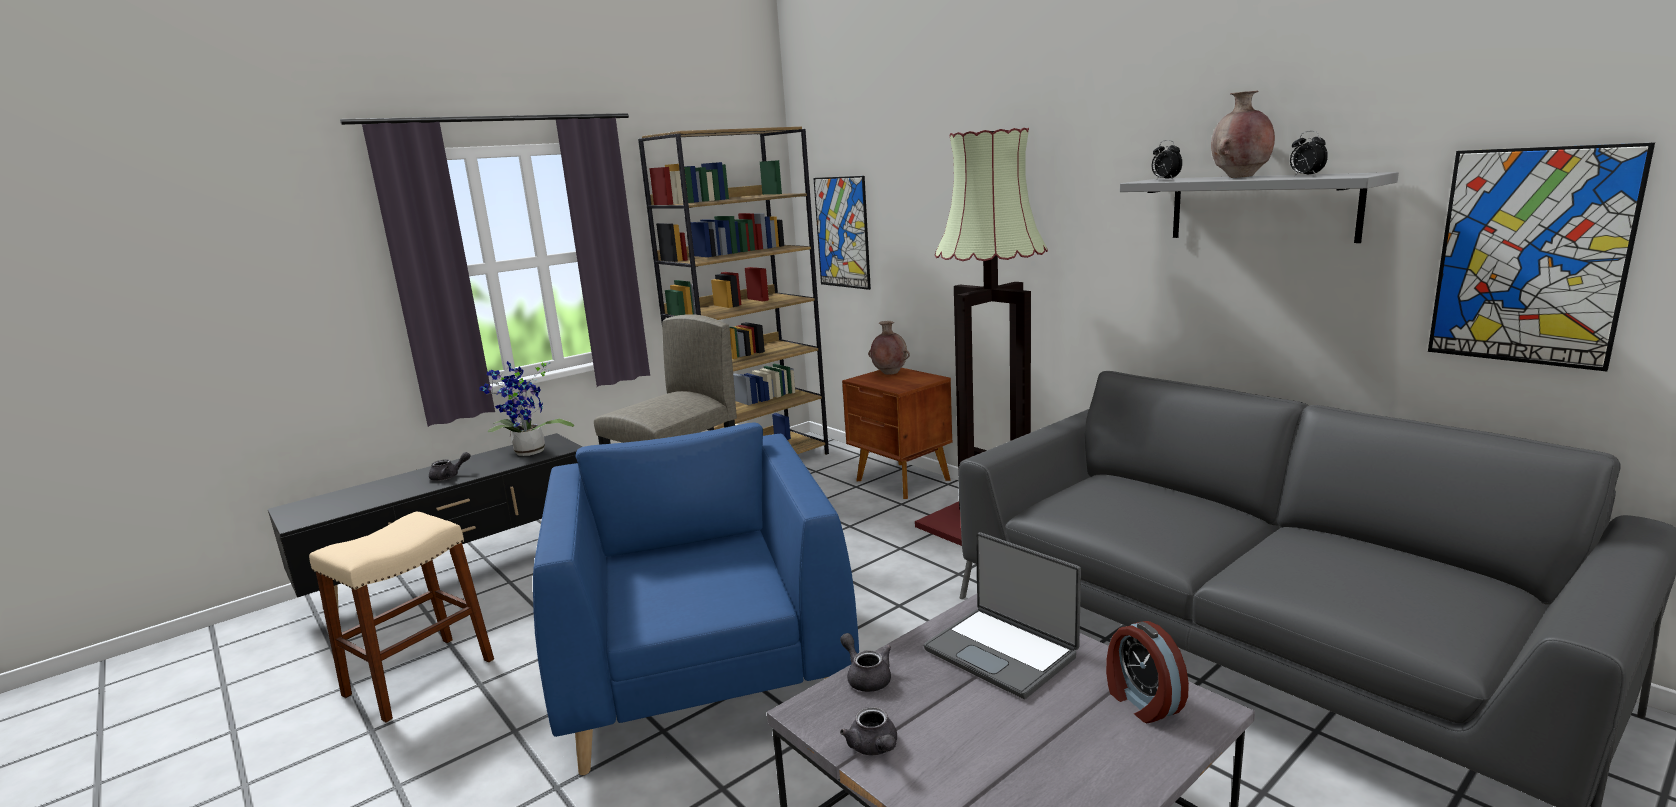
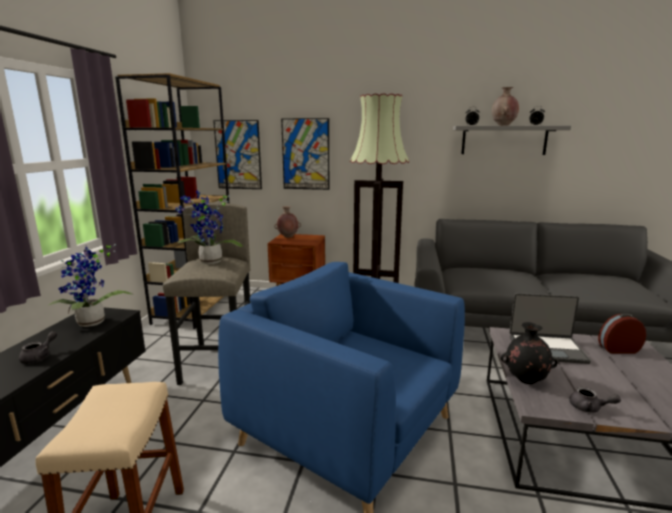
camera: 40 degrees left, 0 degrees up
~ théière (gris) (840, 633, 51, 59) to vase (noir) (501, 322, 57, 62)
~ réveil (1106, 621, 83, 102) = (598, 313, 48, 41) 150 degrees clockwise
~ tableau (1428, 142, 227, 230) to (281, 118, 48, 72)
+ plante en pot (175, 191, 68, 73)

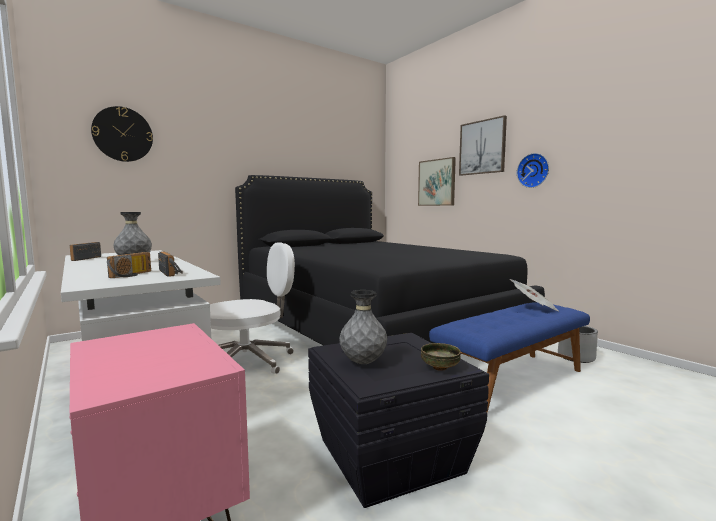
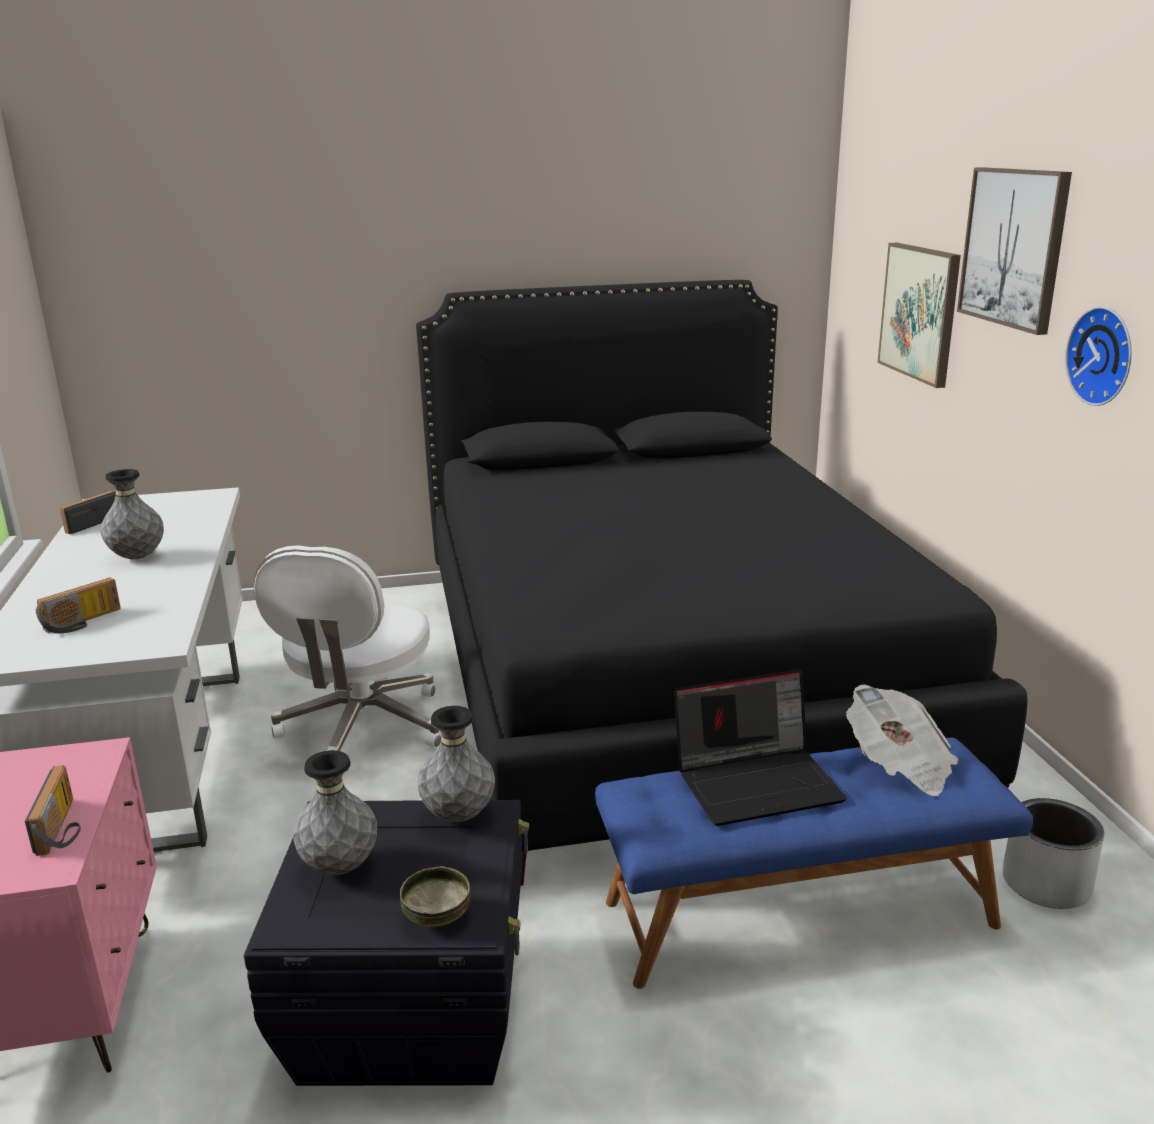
camera: 25 degrees right, 15 degrees up
- horloge murale (91, 106, 62, 56)
~ radio (158, 251, 25, 26) to (25, 765, 56, 91)
~ chaise de bureau (blanc) (210, 242, 85, 132) = (253, 545, 188, 206) 105 degrees clockwise
+ vase (gris) (417, 706, 78, 116)
+ ordinateur portable (674, 669, 173, 157)

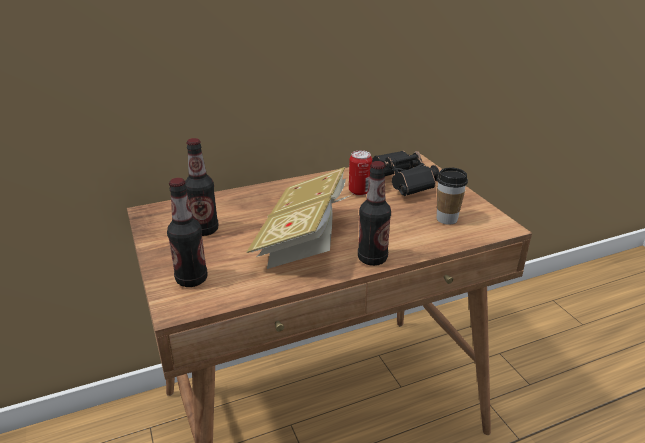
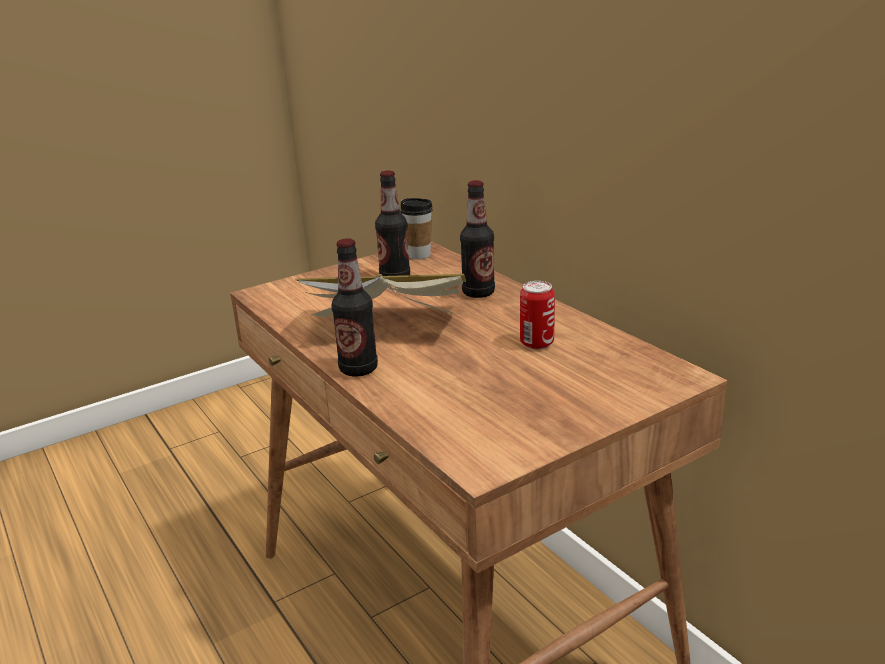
camera: 80 degrees right, 5 degrees down
~ bouteille (167, 178, 40, 109) to (460, 180, 35, 118)
- jumelles (noir) (372, 151, 67, 45)
~ tasse (437, 168, 31, 57) to (400, 198, 33, 61)

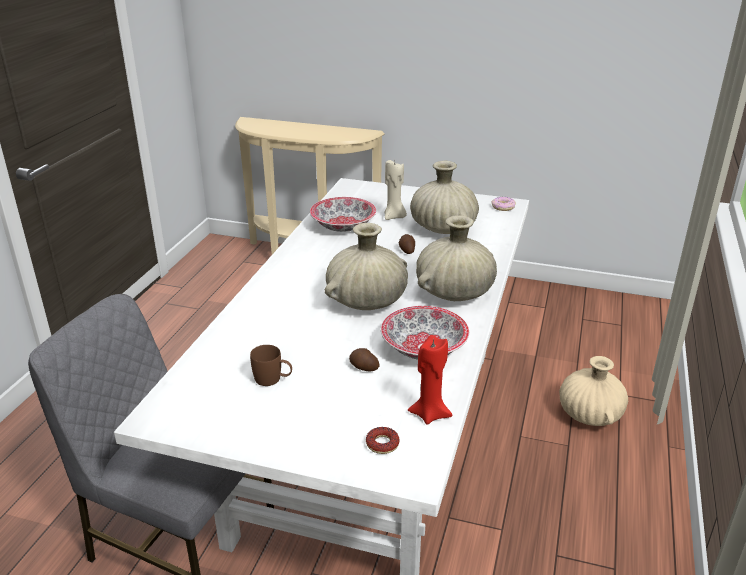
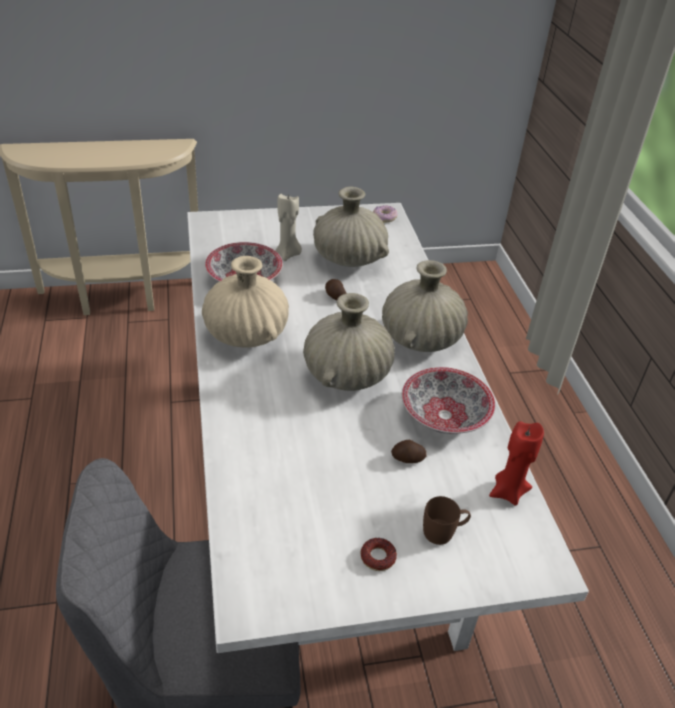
camera: 30 degrees left, 10 degrees up
~ mug (marron) (250, 345, 42, 41) to (423, 496, 48, 49)
~ beignet (366, 427, 33, 27) to (361, 538, 36, 33)
~ vase (beige) (559, 356, 69, 70) to (202, 256, 87, 92)

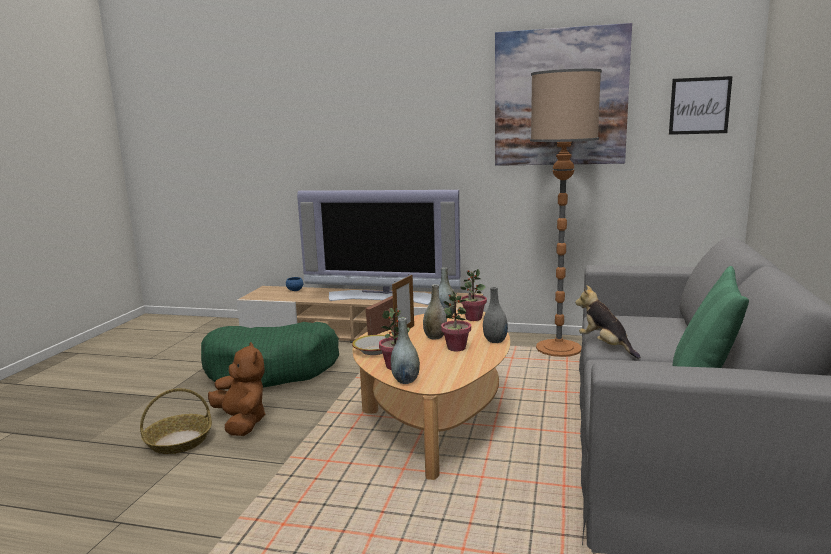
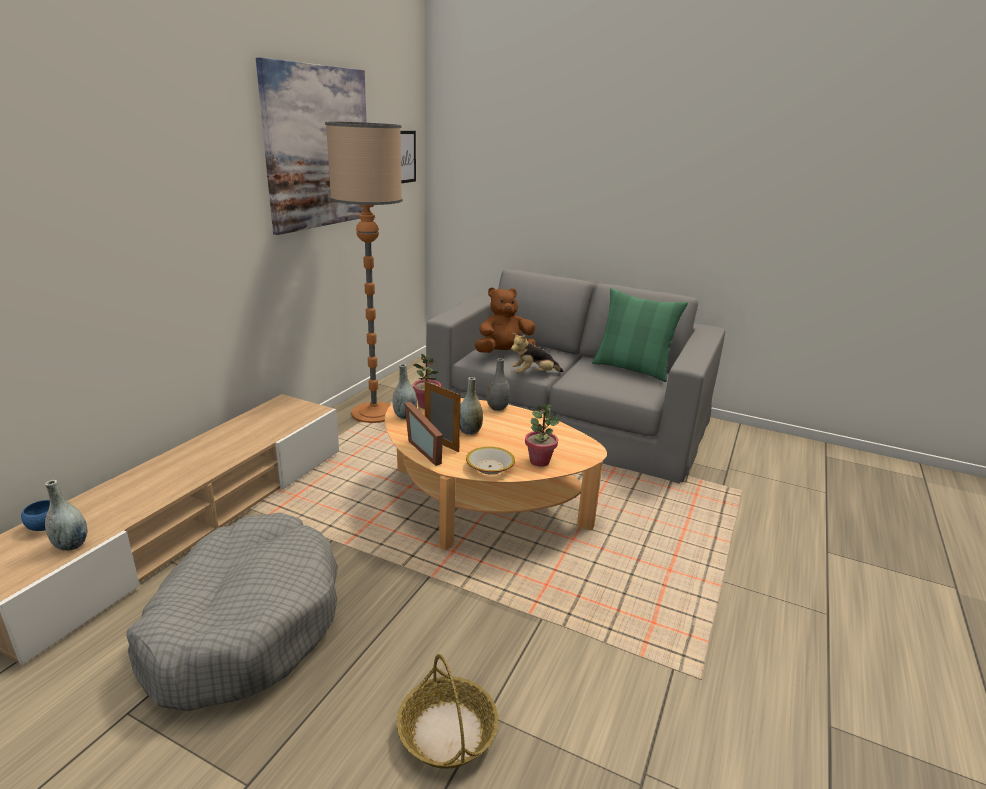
camera: 80 degrees left, 10 degrees up
~ panier pour chien (vert) (201, 322, 138, 65) to panier pour chien (gris) (126, 513, 212, 198)
~ peluche (marron) (208, 342, 58, 94) to (475, 287, 61, 66)
- téléviseur (297, 190, 164, 115)
~ vase (gris) (391, 318, 29, 66) to (45, 480, 43, 71)
- plante en pot (441, 291, 30, 60)

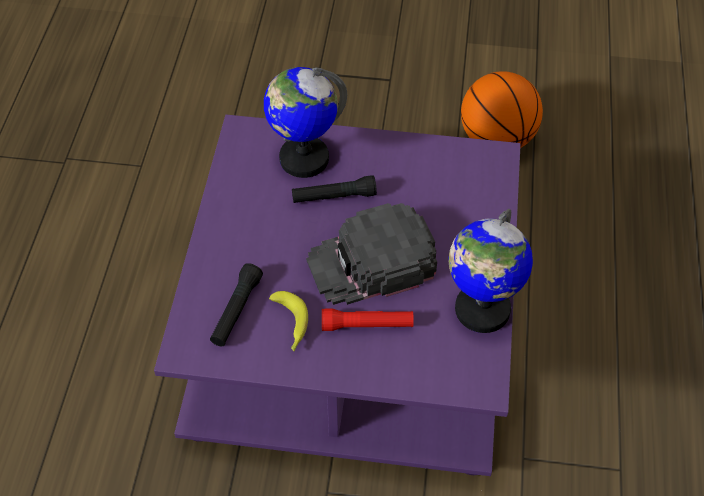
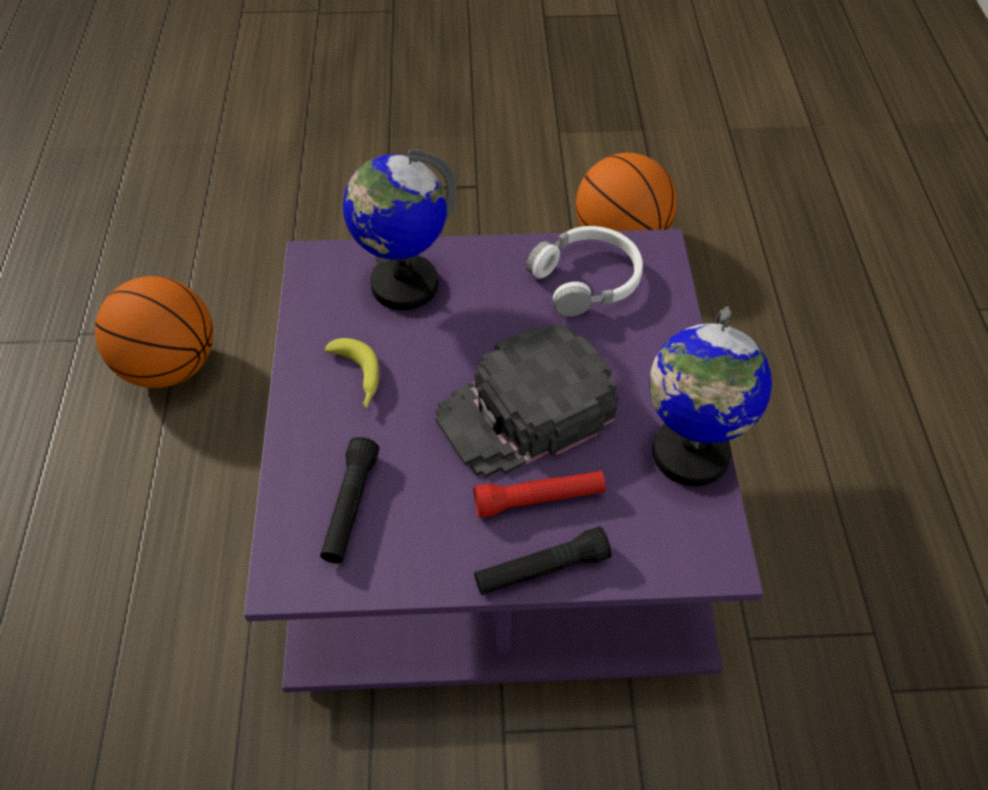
camera: 10 degrees left, 0 degrees up
~ banane (269, 291, 39, 60) to (324, 338, 56, 70)
~ lampe de poche (noir) (292, 175, 85, 28) to (474, 527, 138, 68)
+ ballon de basket (95, 276, 118, 112)
+ casque audio (blanc) (526, 226, 117, 90)

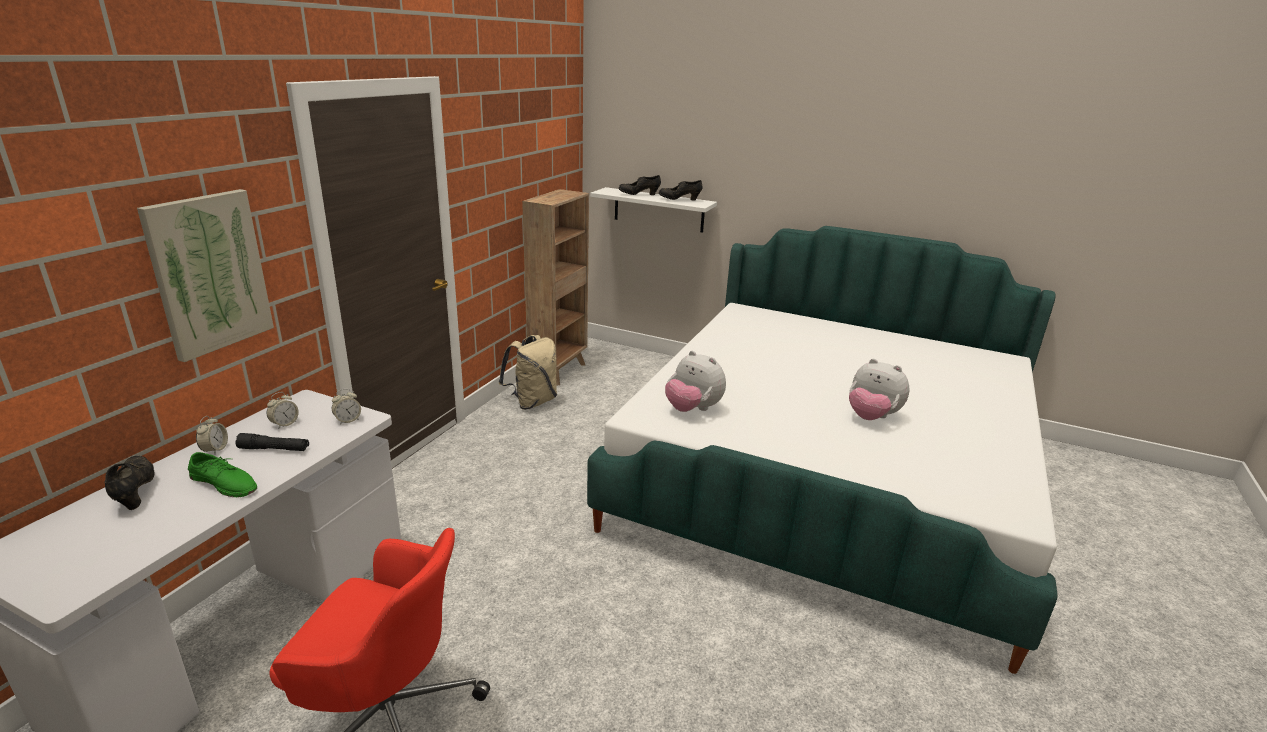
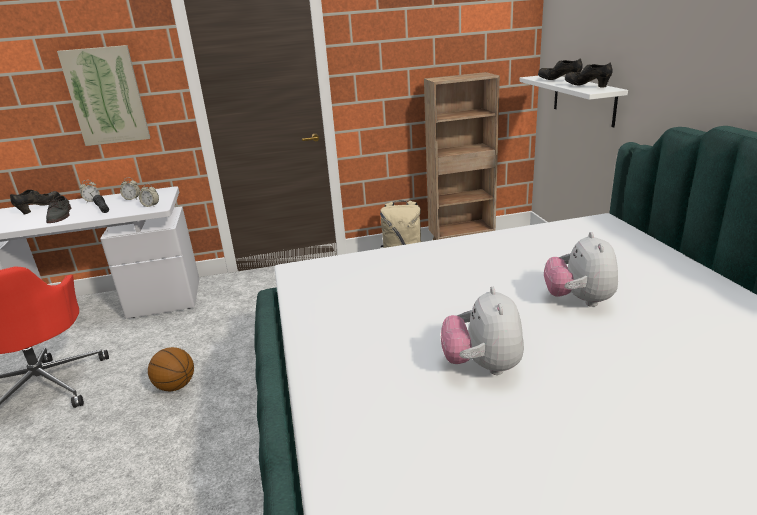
camera: 55 degrees right, 0 degrees up
~ chaussure (vert) (188, 452, 69, 45) to chaussure (gris) (46, 196, 25, 27)
~ peluche (665, 351, 61, 61) to (544, 232, 74, 75)
+ ballon de basket (148, 347, 46, 44)

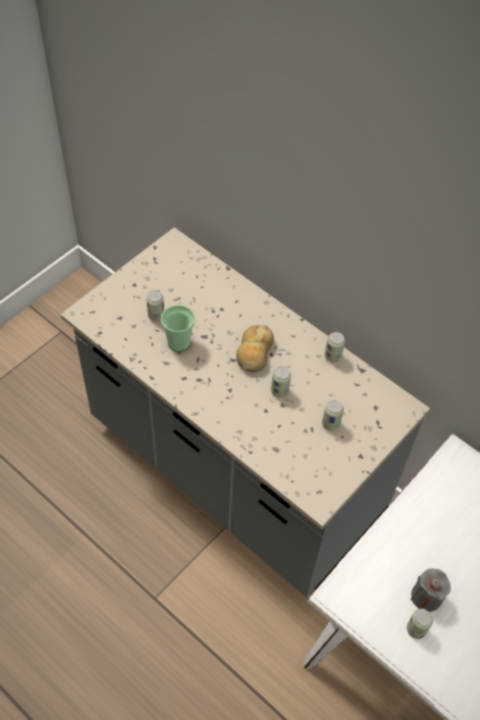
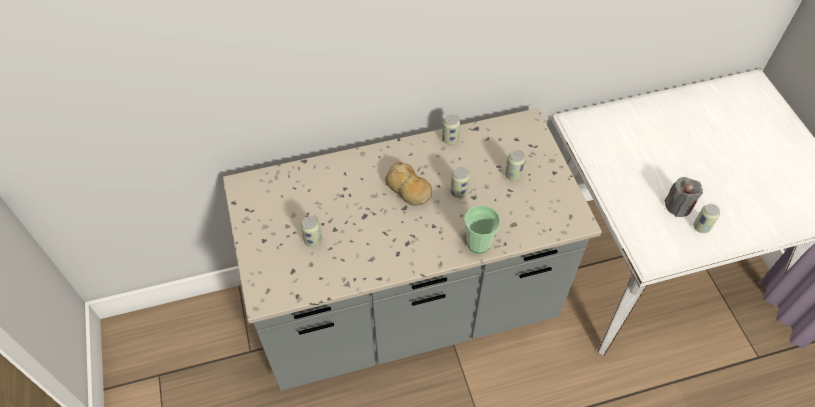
camera: 55 degrees left, 0 degrees up
~ tasse (161, 305, 34, 47) to (464, 205, 37, 49)

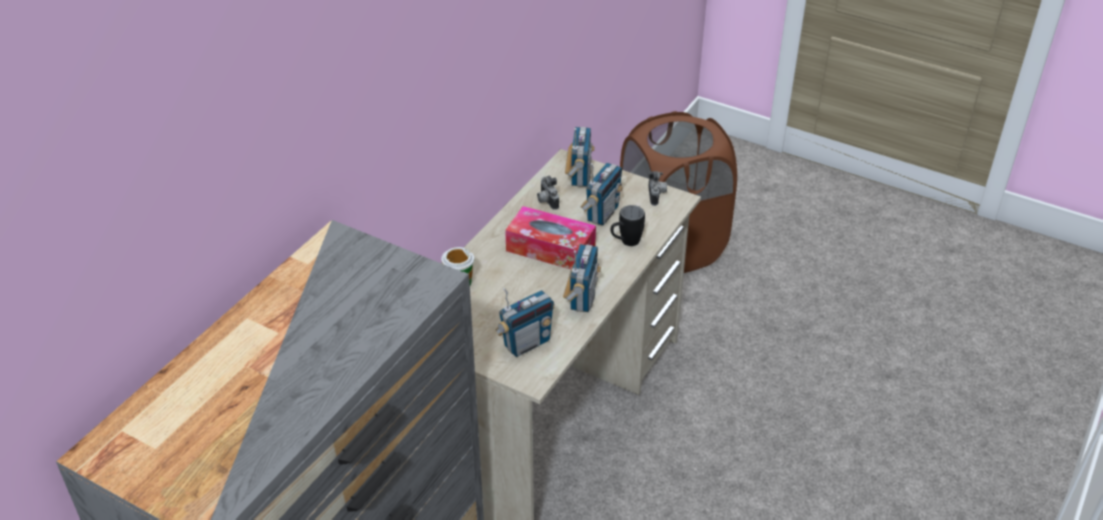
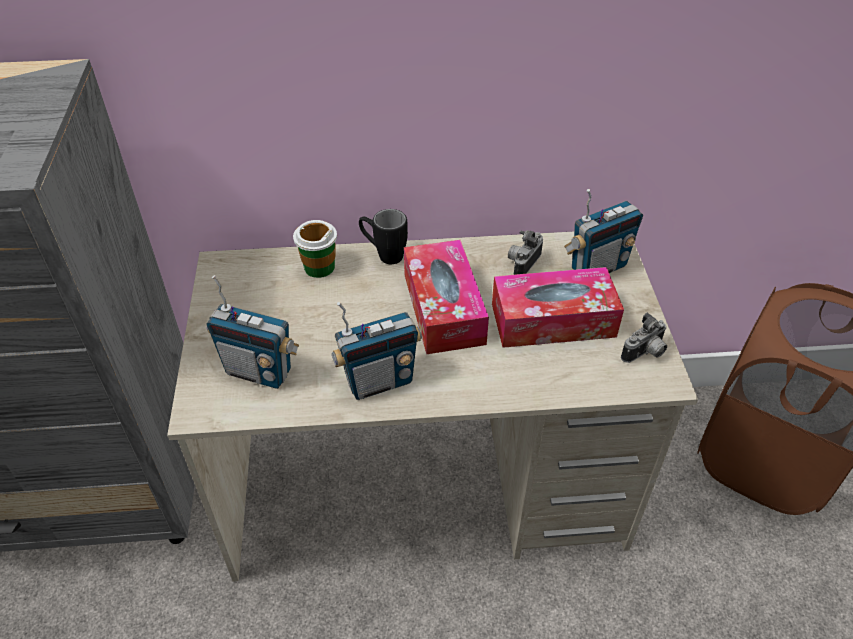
camera: 55 degrees right, 5 degrees up
~ radio (580, 163, 43, 63) to boîte à mouchoirs (492, 267, 132, 81)
~ mug (noir) (610, 205, 35, 41) to (359, 209, 49, 55)

